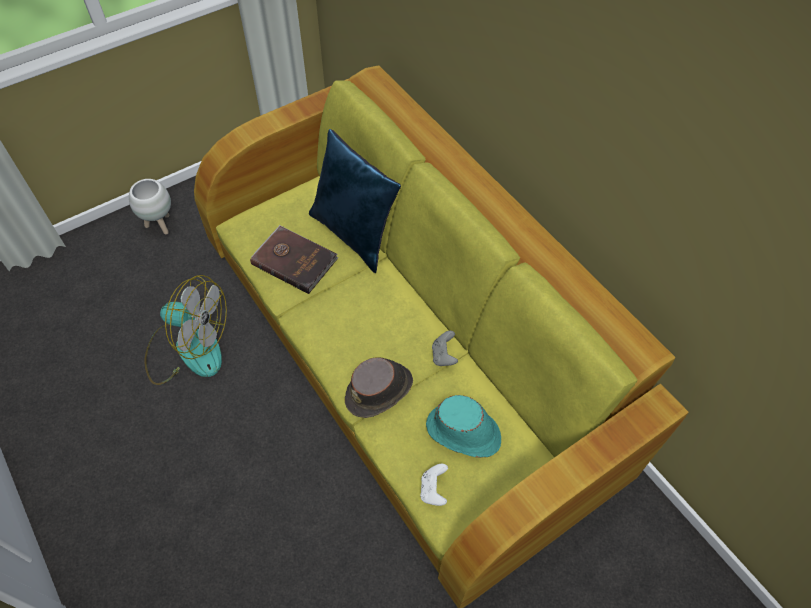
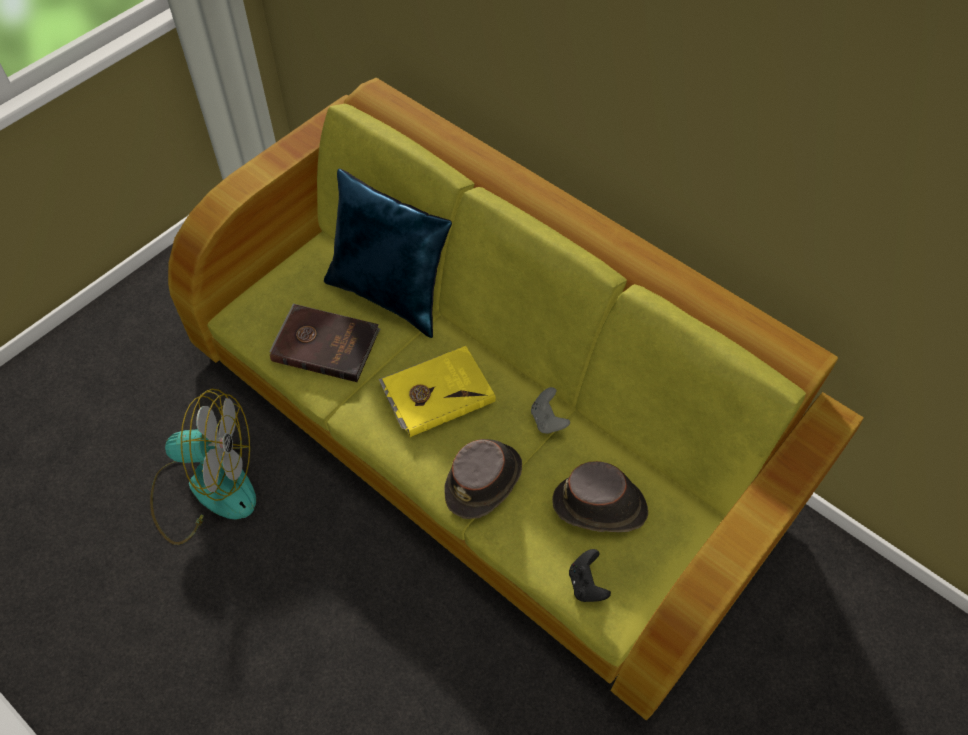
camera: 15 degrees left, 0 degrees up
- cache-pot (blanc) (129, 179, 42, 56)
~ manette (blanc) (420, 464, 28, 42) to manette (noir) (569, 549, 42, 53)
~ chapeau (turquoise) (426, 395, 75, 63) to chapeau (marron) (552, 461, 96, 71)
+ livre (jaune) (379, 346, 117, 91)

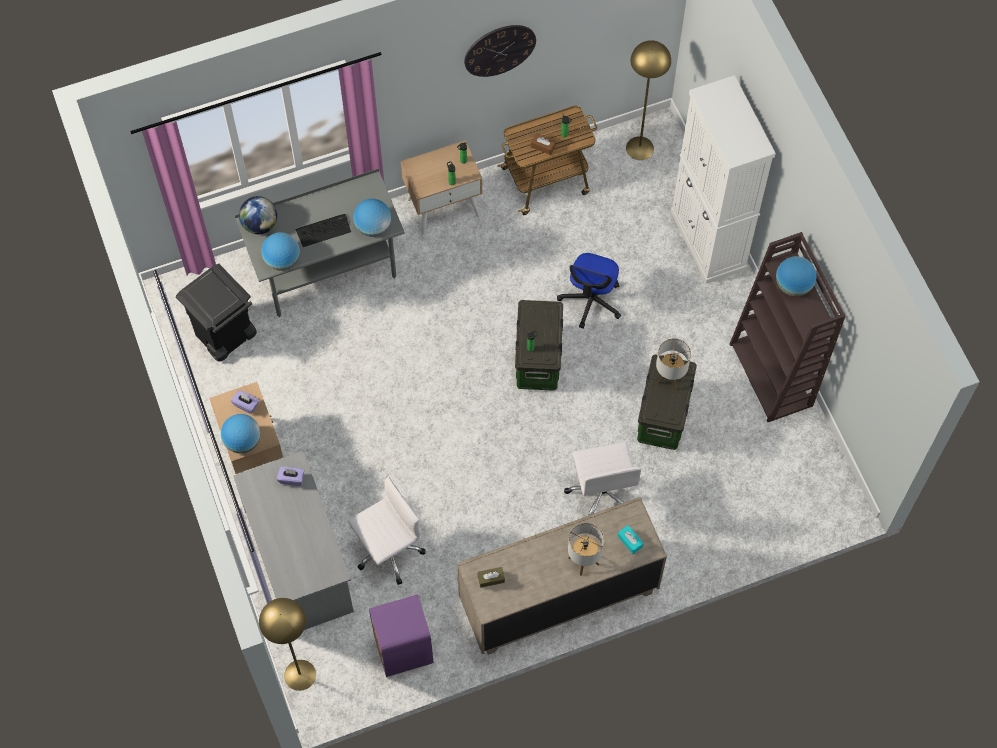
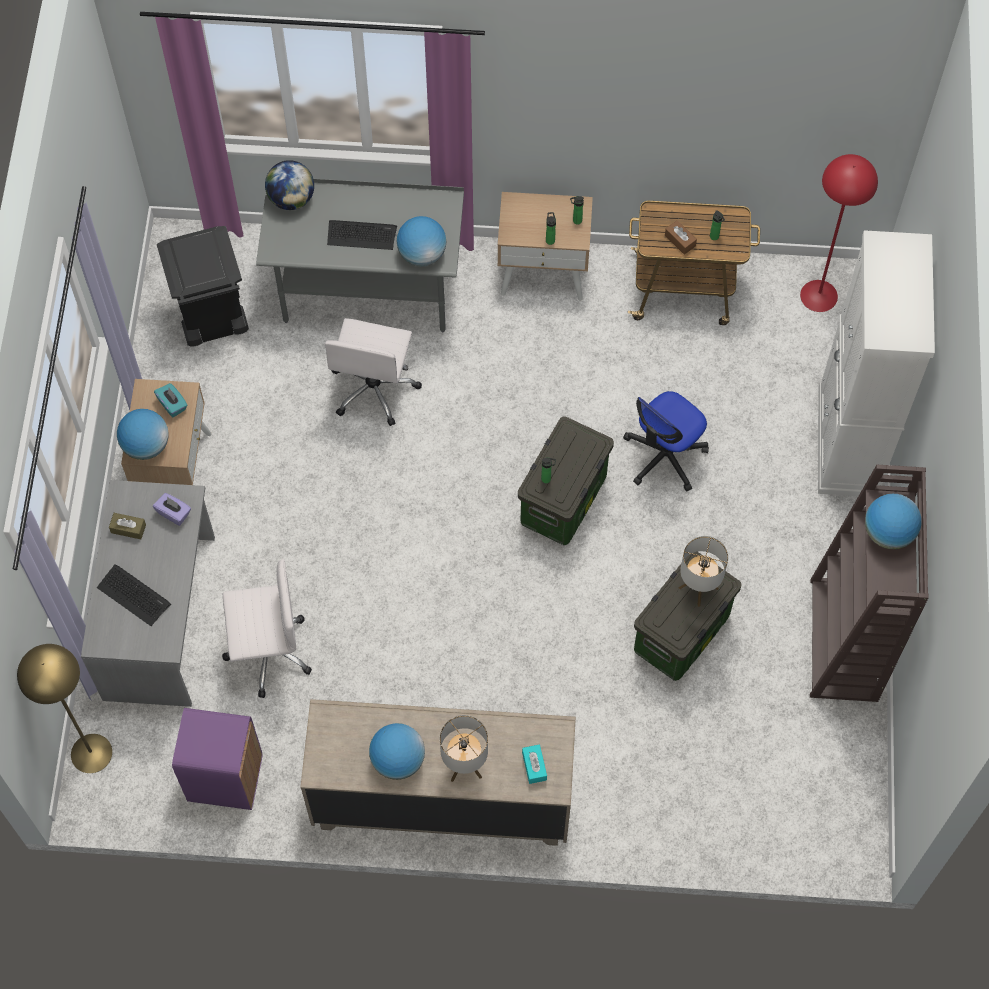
camera: 25 degrees right, 0 degrees up
~ boîte à mouchoirs (violet) (231, 390, 28, 24) to boîte à mouchoirs (turquoise) (154, 383, 33, 35)
~ globe (261, 232, 39, 39) to (369, 723, 56, 57)
- horloge murale (464, 25, 72, 52)
~ boîte à mouchoirs (marron) (478, 567, 27, 21) to (109, 513, 37, 26)
~ chaise de bureau (blanc) (564, 442, 78, 74) to (325, 318, 97, 108)
~ lampadaire (jaune) (626, 40, 45, 120) to lampadaire (rouge) (800, 154, 78, 158)
+ clavier (97, 564, 74, 62)

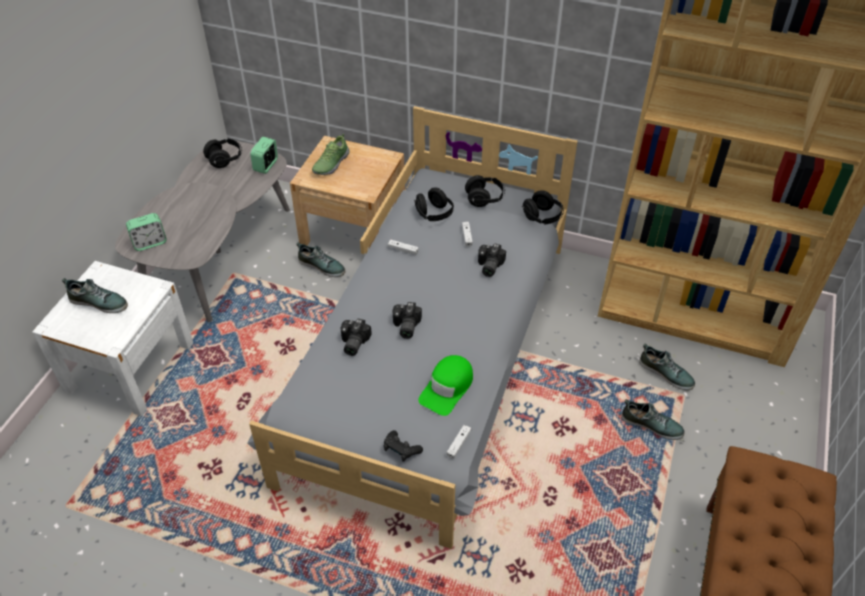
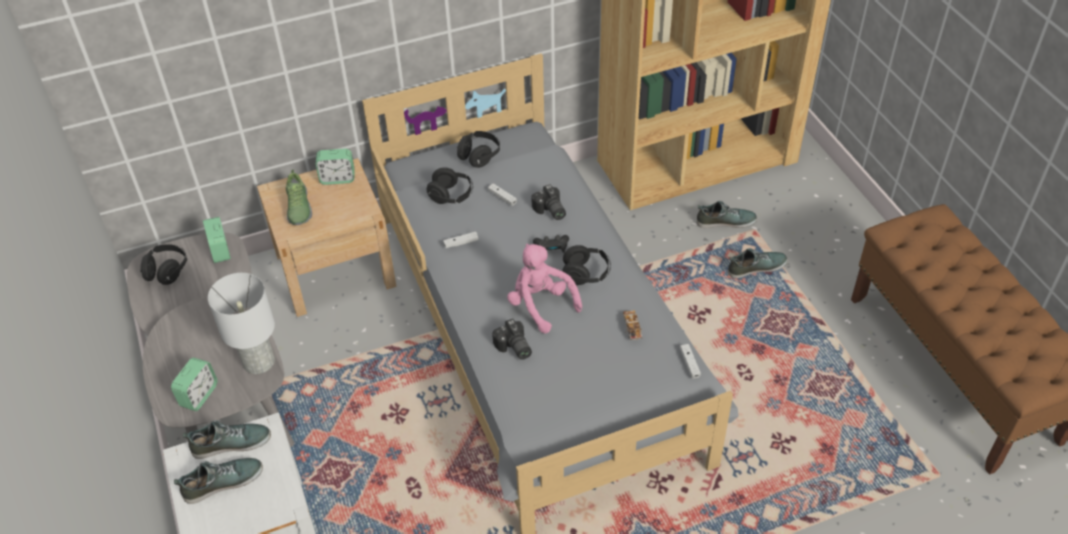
camera: 40 degrees left, 0 degrees up
~ chaussure (296, 242, 49, 35) to (183, 420, 88, 39)
~ manette (noir) (384, 430, 39, 32) to (533, 235, 36, 18)
~ appareil photo (393, 302, 29, 37) to peluche (rose) (507, 244, 75, 90)
~ casquette (vert) (418, 355, 55, 61) to petite voiture (623, 310, 19, 30)
~ casque audio (noir) (522, 190, 42, 35) to (562, 245, 49, 40)
+ lampe de table (blanc) (208, 273, 67, 101)
+ réveil (316, 149, 39, 36)

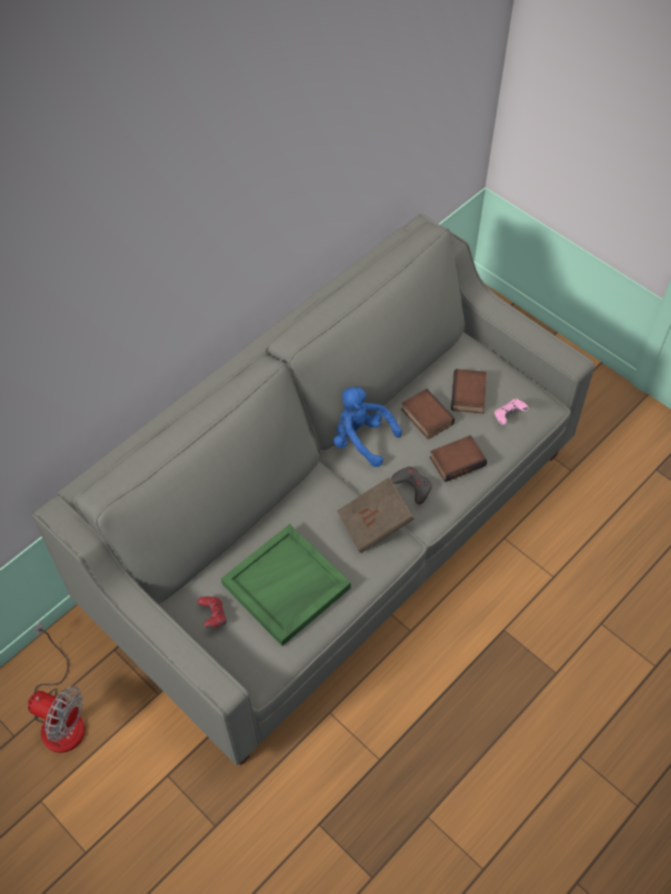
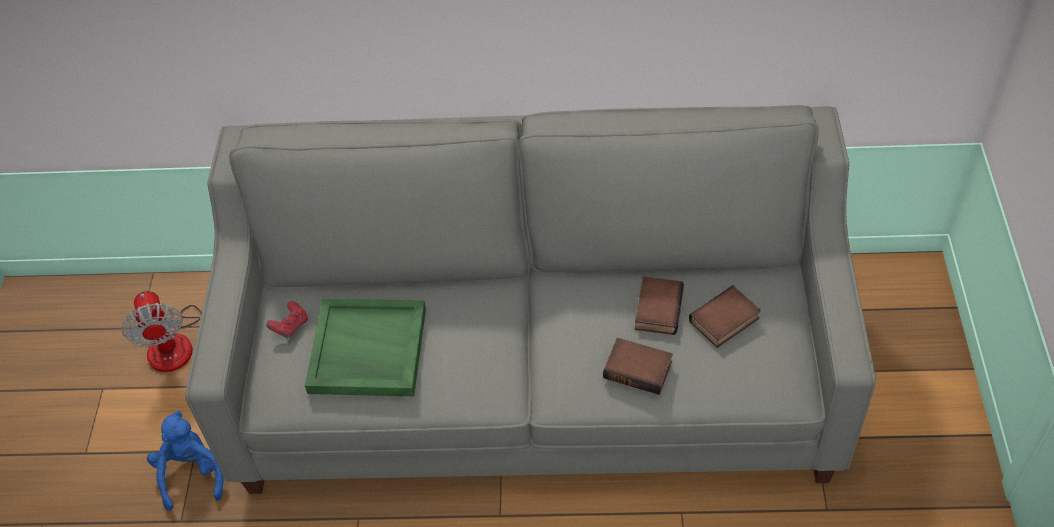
camera: 50 degrees right, 5 degrees down
~ peluche (bleu) (333, 387, 69, 80) to (147, 411, 76, 100)
- livre (marron) (337, 477, 77, 76)
- manette (gris) (391, 467, 41, 37)
- manette (rose) (494, 398, 35, 27)

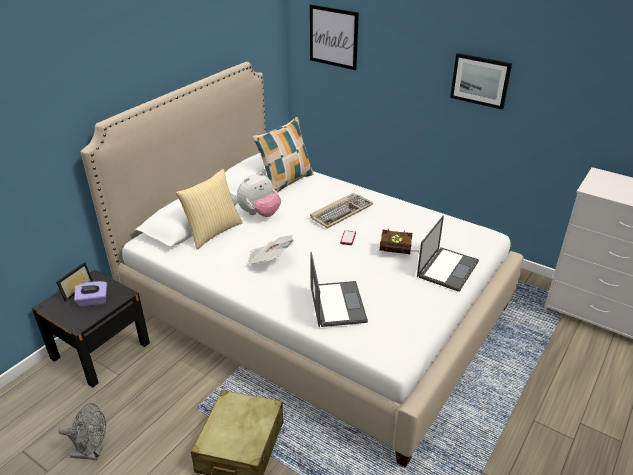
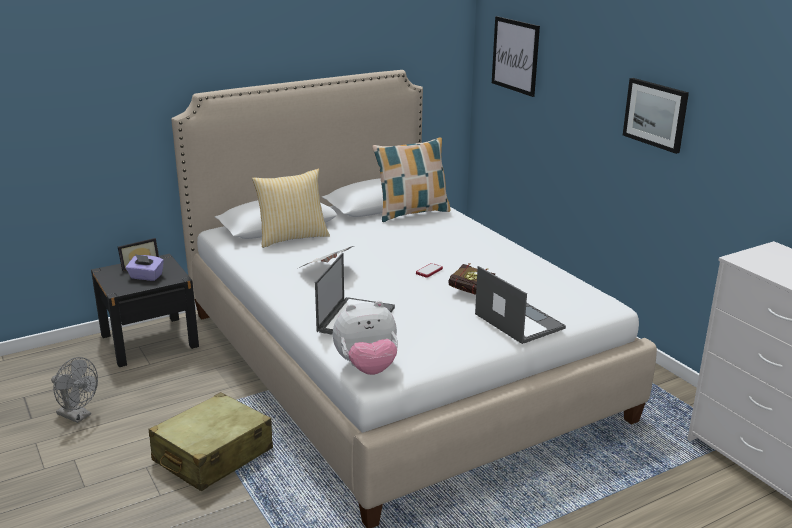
camera: 25 degrees right, 10 degrees down
~ peluche (237, 172, 44, 45) to (333, 301, 65, 74)
- clavier (310, 193, 63, 35)
~ ordinateur portable (417, 215, 62, 77) = (475, 266, 91, 78) 90 degrees counterclockwise

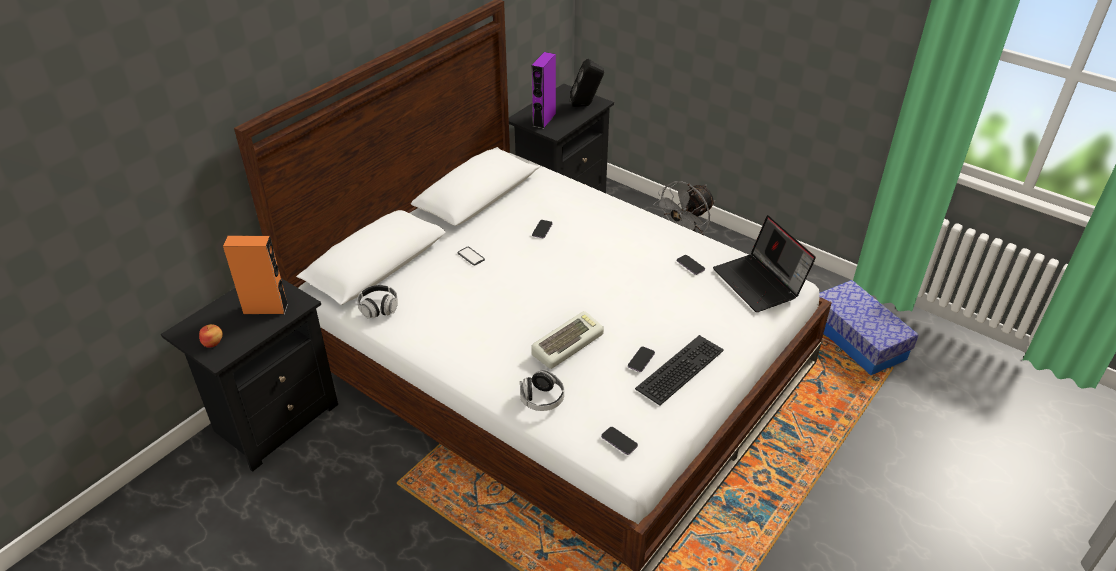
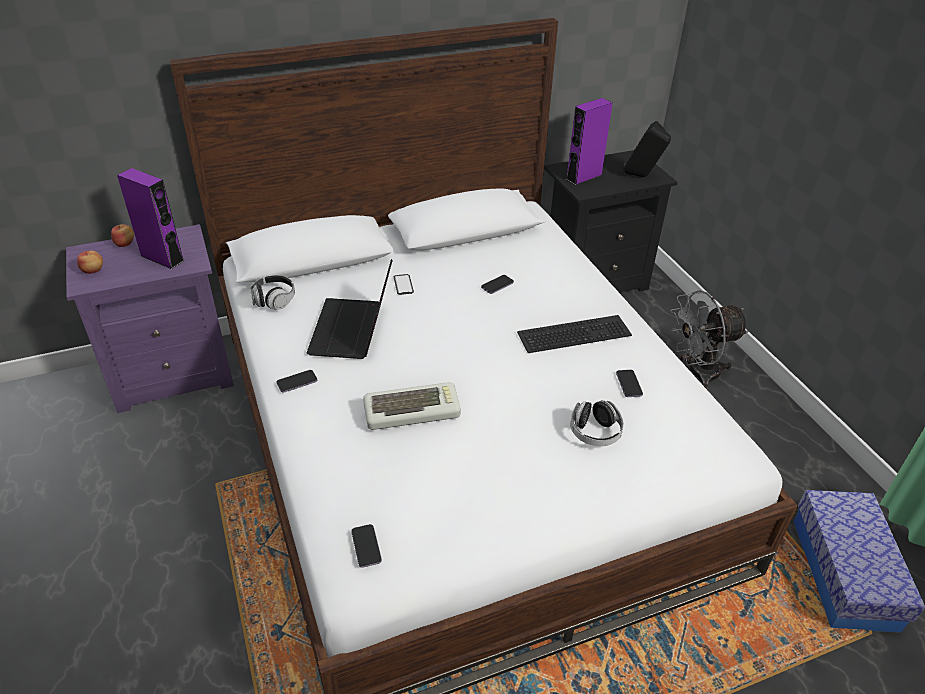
camera: 30 degrees right, 0 degrees up
~ table de chevet (noir) (161, 278, 177, 194) to table de chevet (violet) (66, 224, 168, 189)
~ enceinte (orange) (223, 236, 66, 79) to enceinte (violet) (117, 168, 67, 101)
~ casque audio (520, 370, 44, 41) to (570, 400, 54, 46)
~ téléphone (628, 347, 27, 25) to (276, 370, 41, 23)
~ clavier (635, 335, 89, 70) to (517, 315, 115, 38)
~ ordinateur portable (713, 215, 103, 97) to (307, 259, 86, 100)
+ pomme (111, 224, 23, 23)

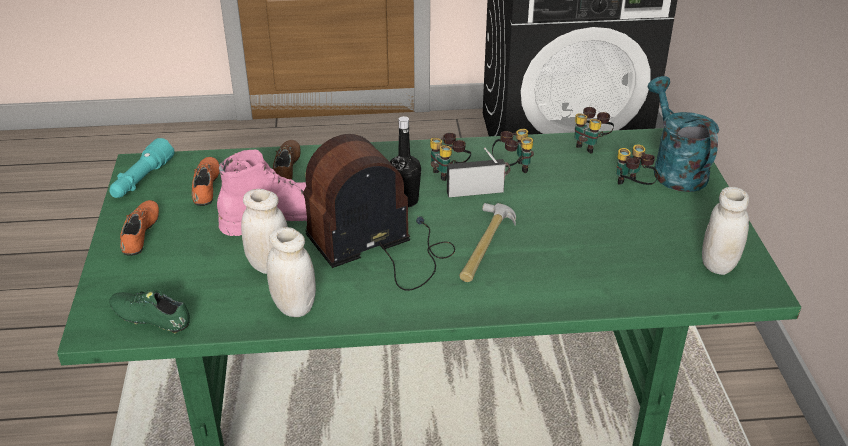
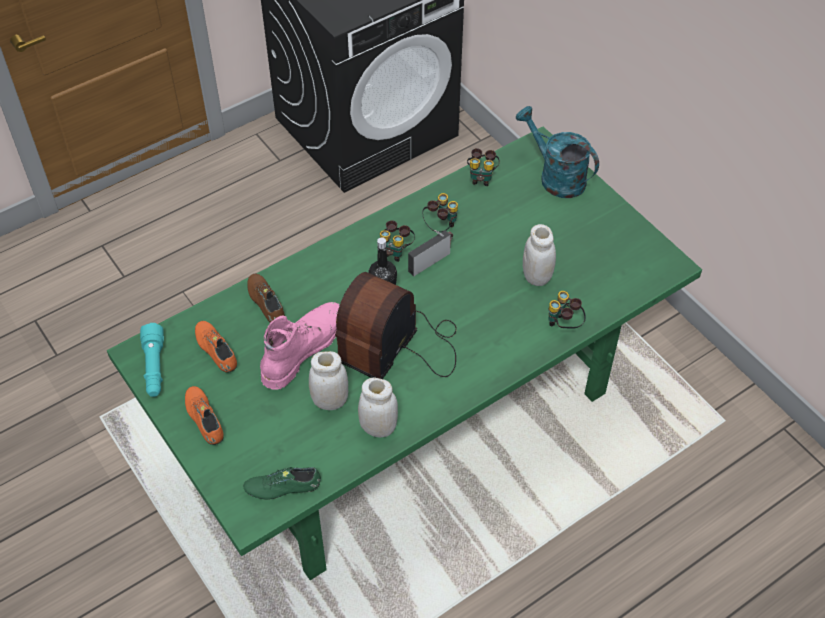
camera: 30 degrees left, 15 degrees up
- marteau (459, 203, 57, 79)
~ jumelles (616, 144, 42, 41) to (548, 291, 38, 38)
~ bocal (blanc) (702, 187, 47, 88) to (523, 224, 33, 62)

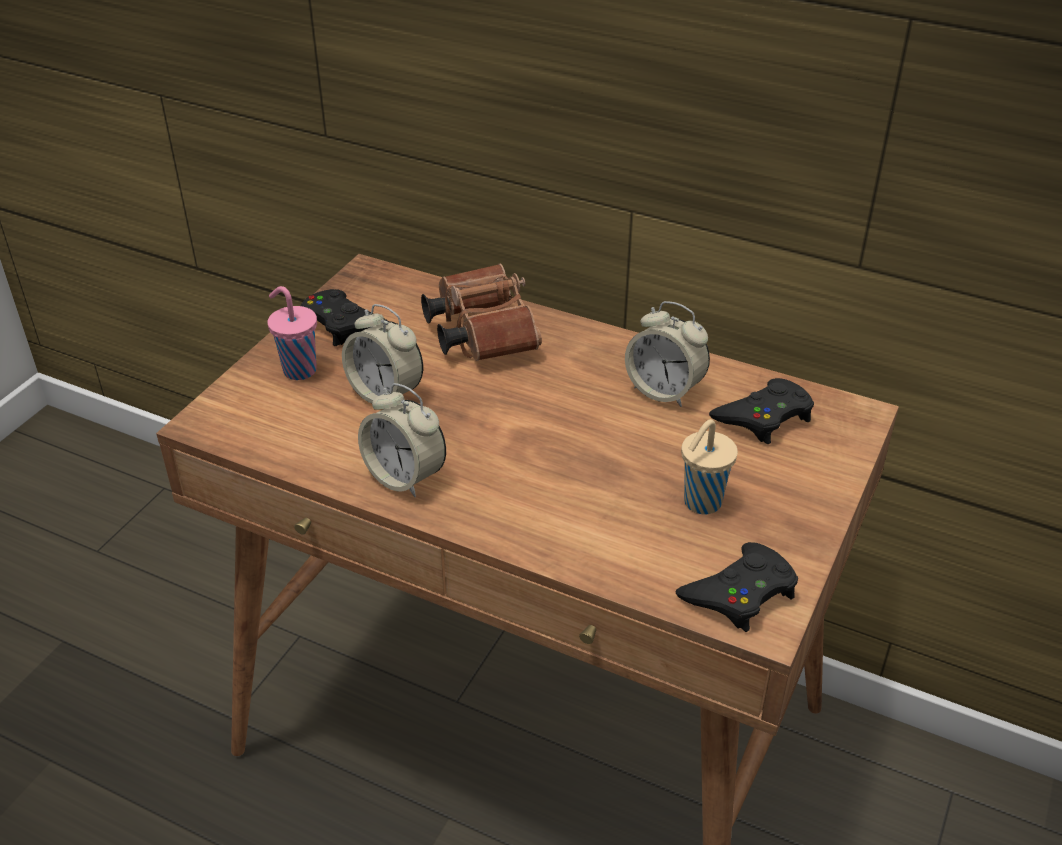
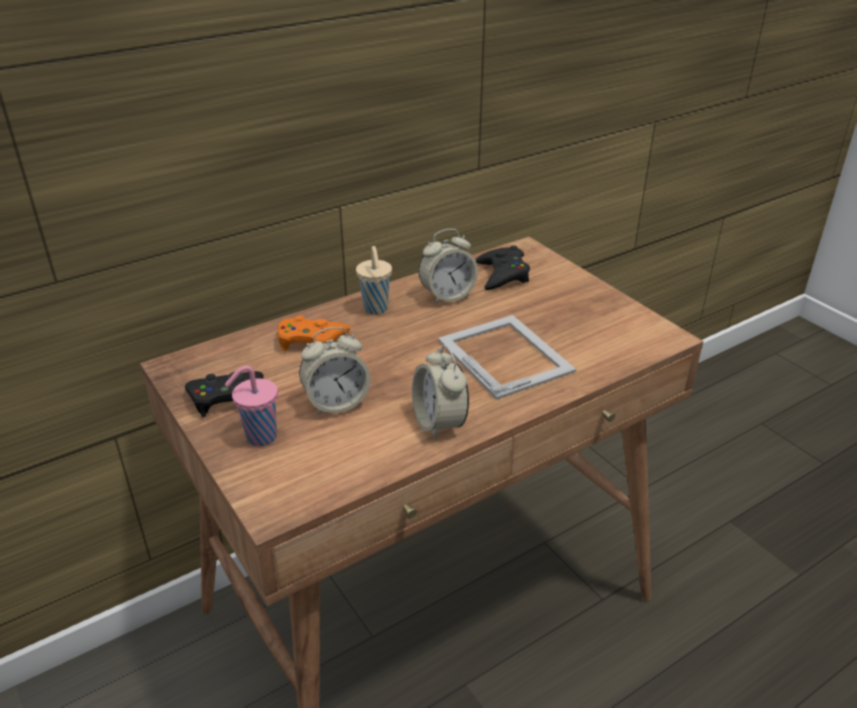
camera: 60 degrees left, 5 degrees down
~ réveil (358, 383, 88, 114) = (412, 345, 57, 95) 90 degrees clockwise
~ jumelles (marron) (421, 263, 121, 98) to manette (orange) (278, 315, 72, 36)
- manette (noir) (676, 542, 122, 90)
~ tasse (beige) (681, 419, 57, 95) to (356, 246, 36, 69)
+ cadre photo (438, 315, 138, 85)

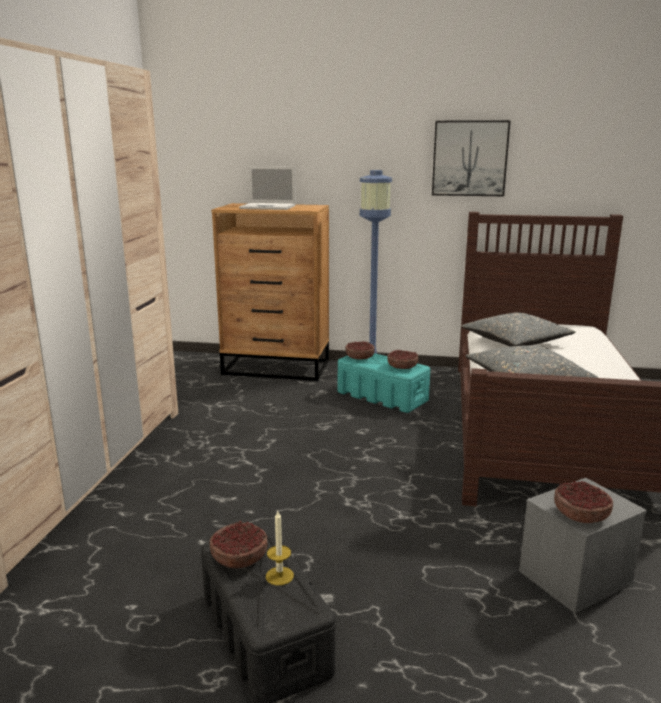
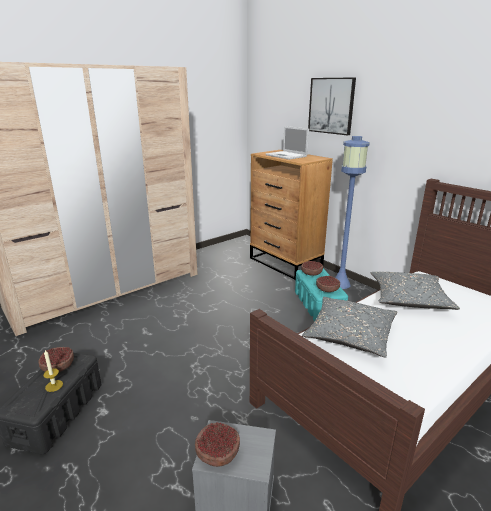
camera: 40 degrees right, 5 degrees up
~ tableau (432, 120, 79, 76) to (308, 77, 48, 58)

